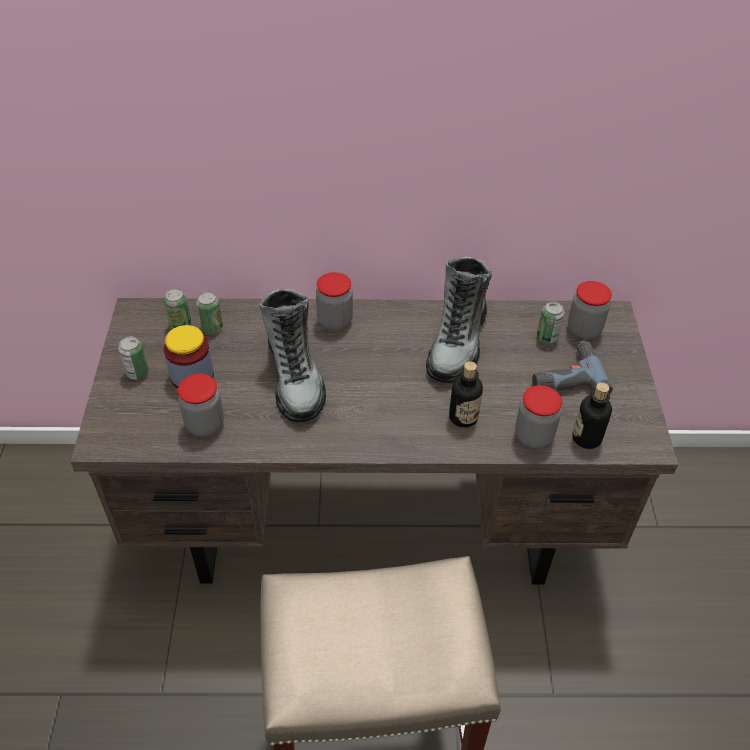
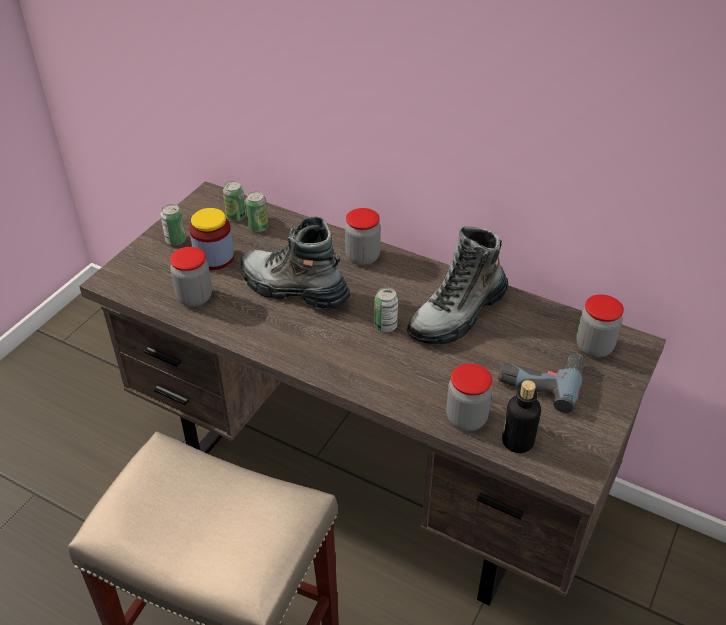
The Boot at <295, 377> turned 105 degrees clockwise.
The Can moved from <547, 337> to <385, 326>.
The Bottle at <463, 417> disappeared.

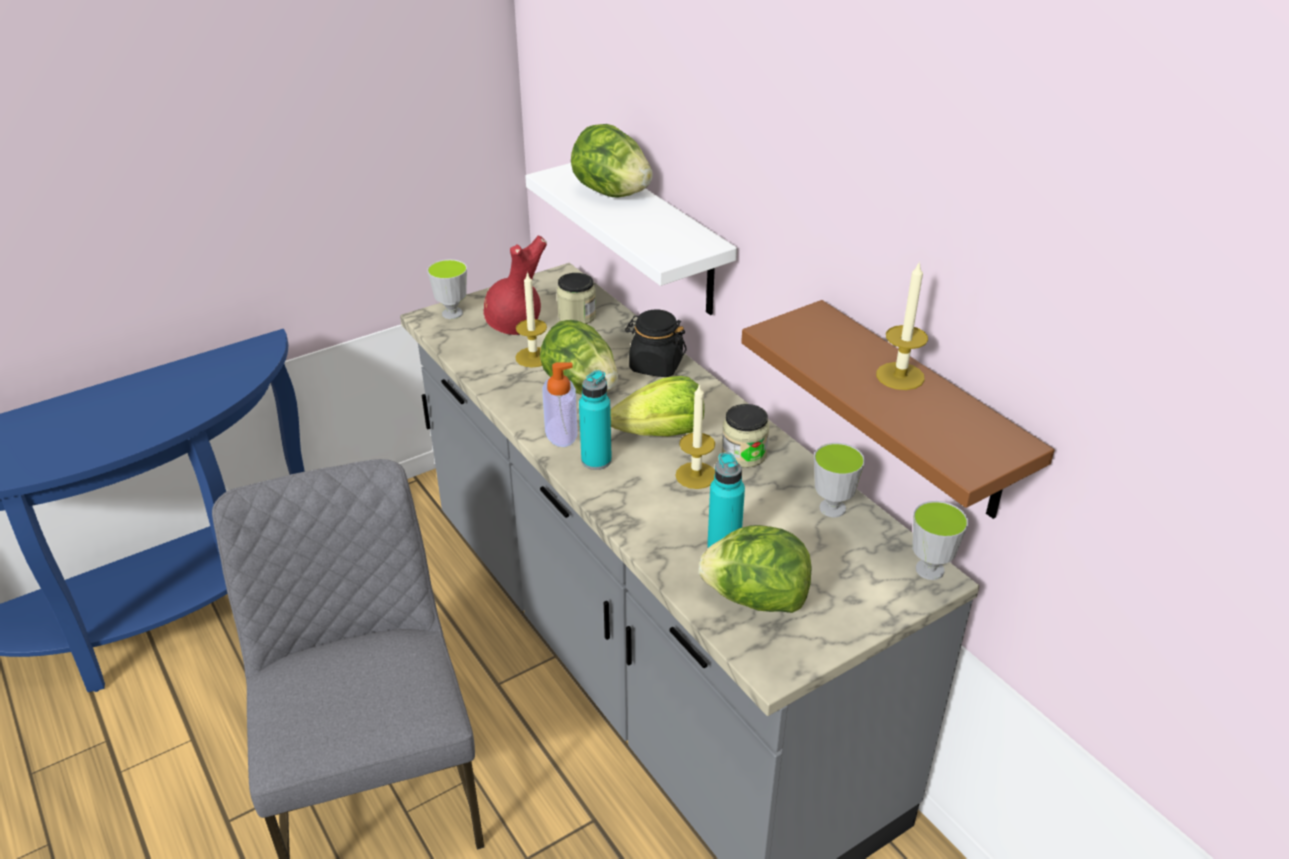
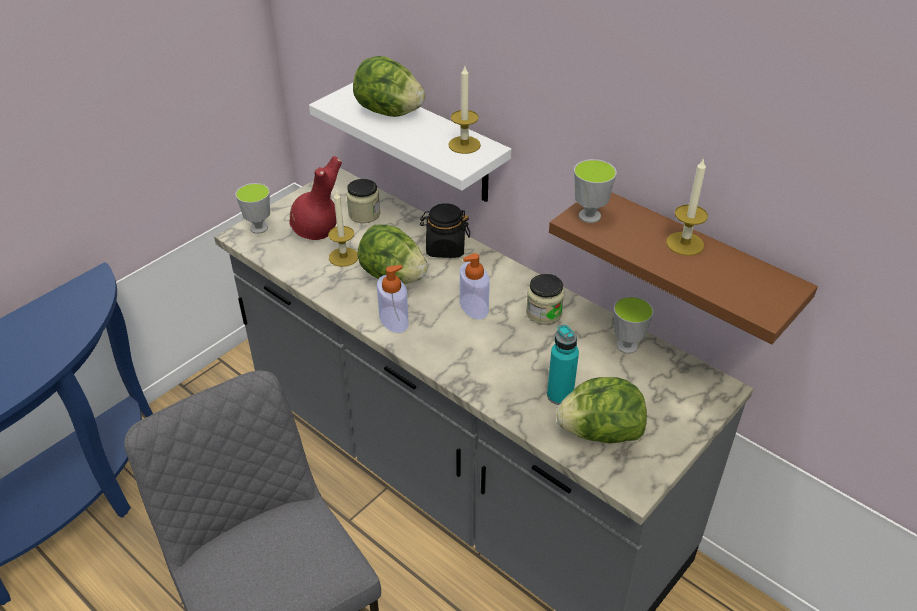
The Candle moved from <696, 475> to <464, 145>.
The Lettuce at <662, 433> was replaced by the SoapDispenser at <474, 306>.
The Cup moved from <929, 570> to <589, 216>.
The TurquoiseBottle at <596, 460> disappeared.

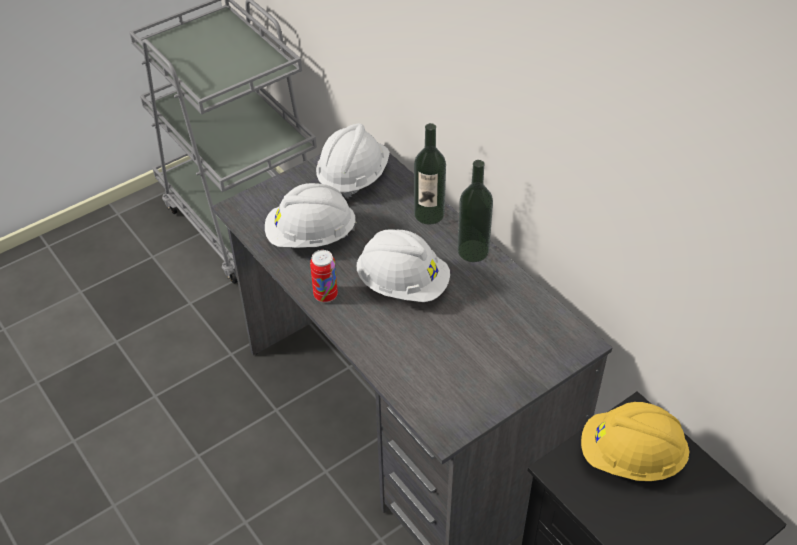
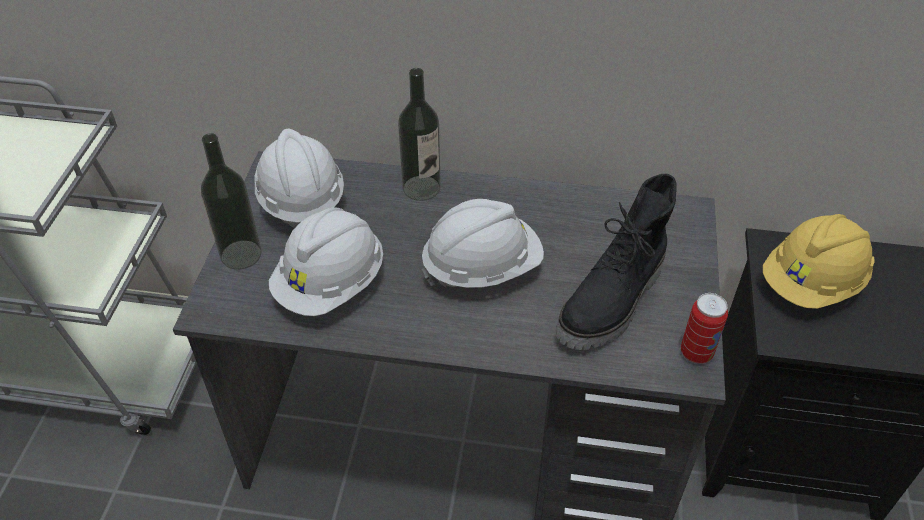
The Bottle moved from <473, 251> to <241, 254>.
The BlackBoot at <613, 303> appeared.
The Can moved from <325, 295> to <696, 353>.

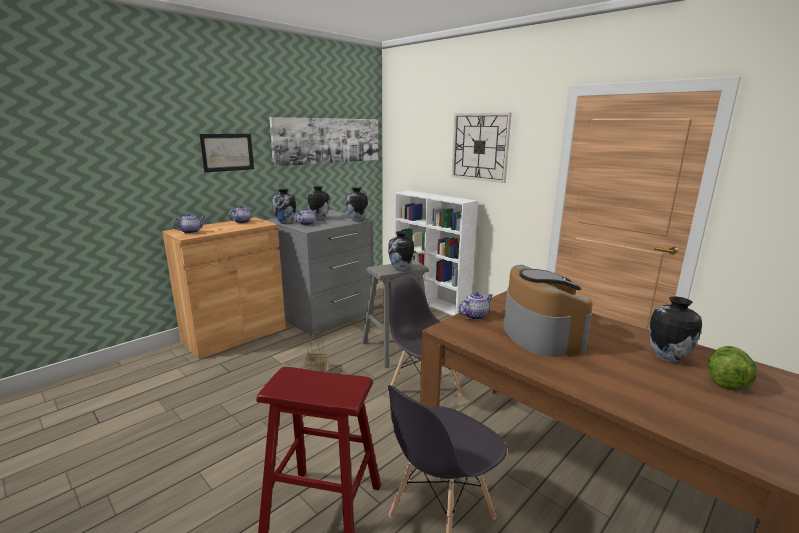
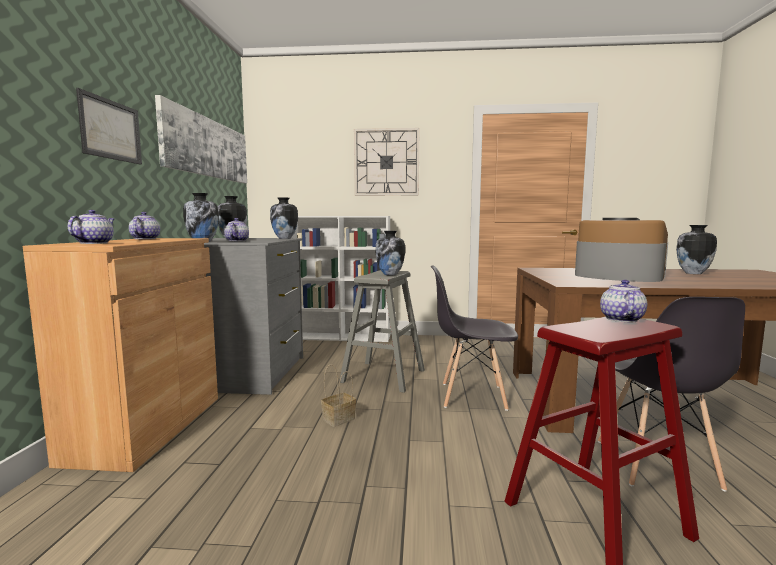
The Teapot moved from <475, 316> to <621, 319>.
The Lettuce at <725, 381> disappeared.

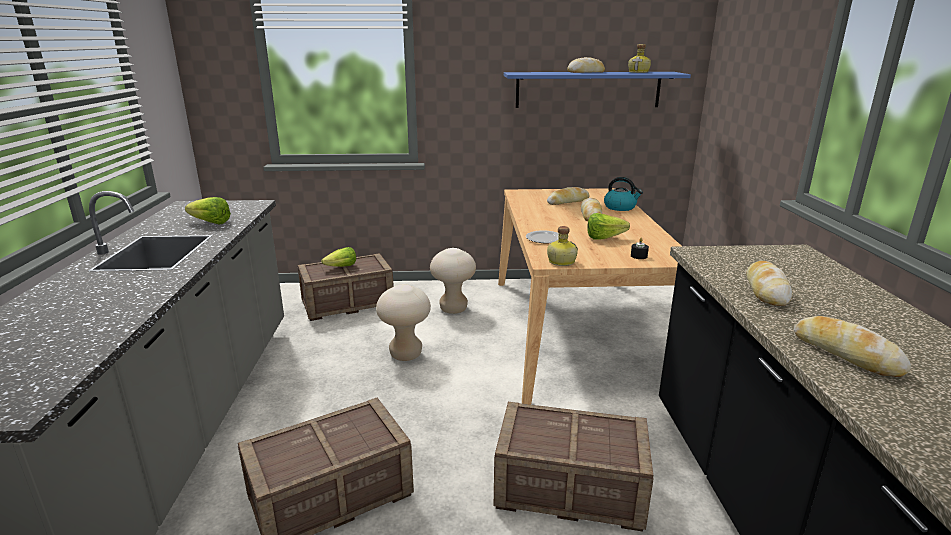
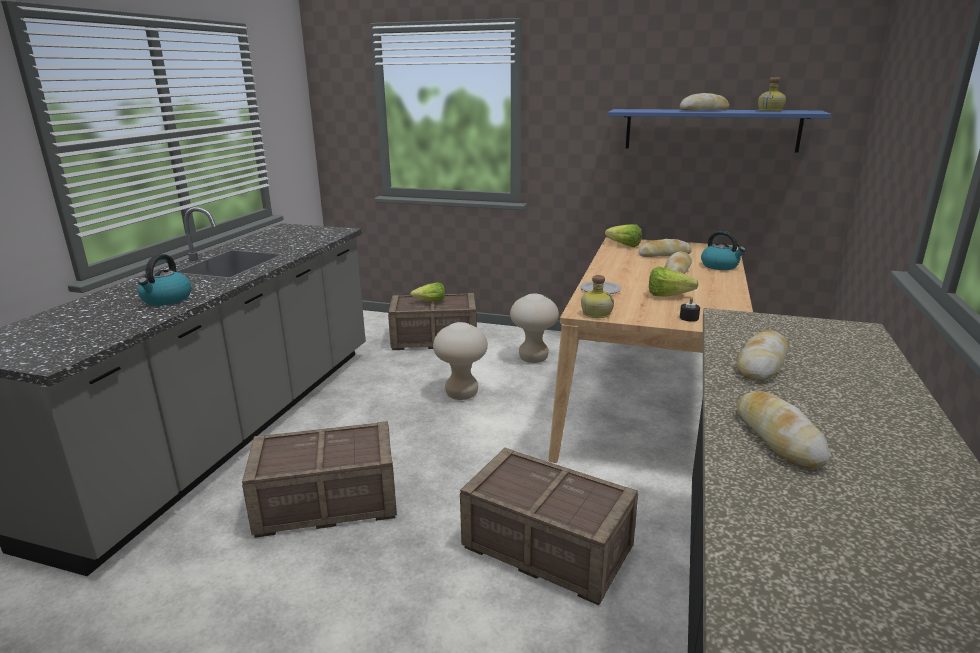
The Kettle at <166, 299> appeared.
The Lettuce moved from <208, 222> to <621, 245>.

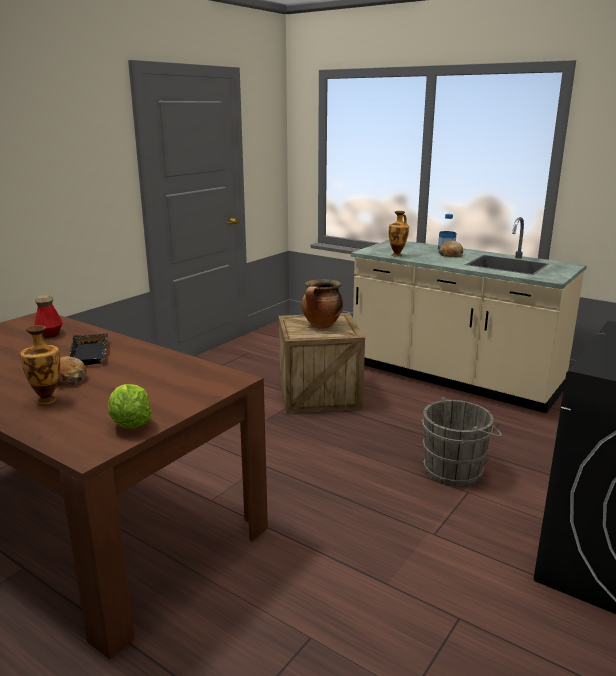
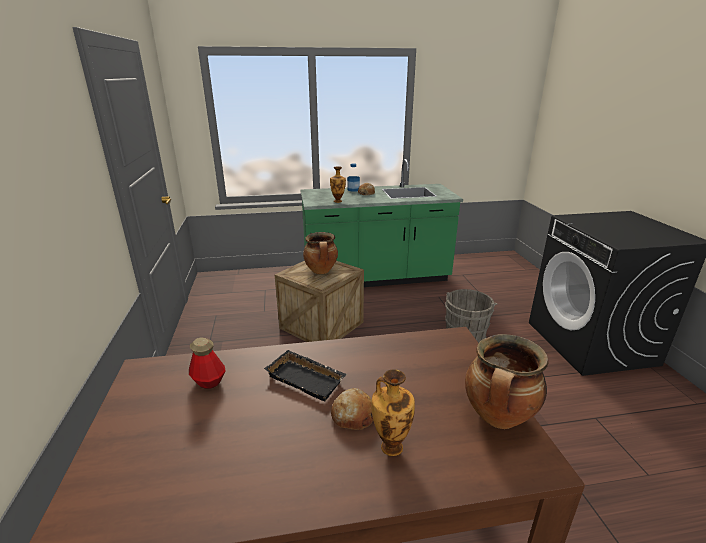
The BeigeCounter at <453, 378> became the GreenCounter at <376, 278>.
The Lettuce at <130, 423> was replaced by the CookingPot at <498, 418>.

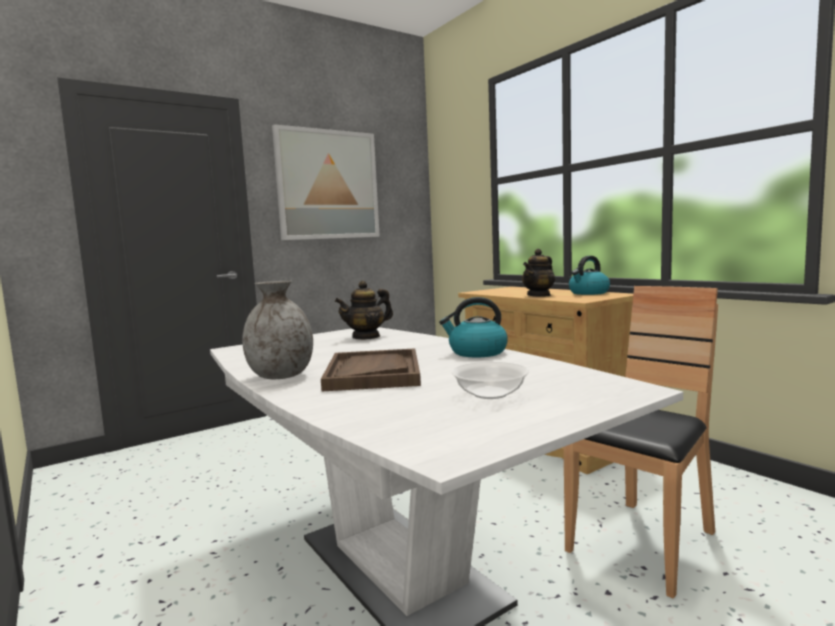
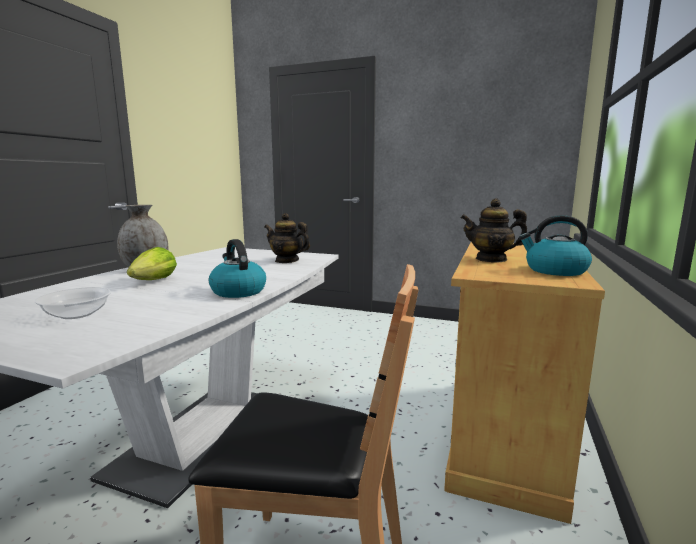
The BrownTray at <373, 373> was replaced by the Lettuce at <154, 281>.
The Picture at <328, 185> disappeared.

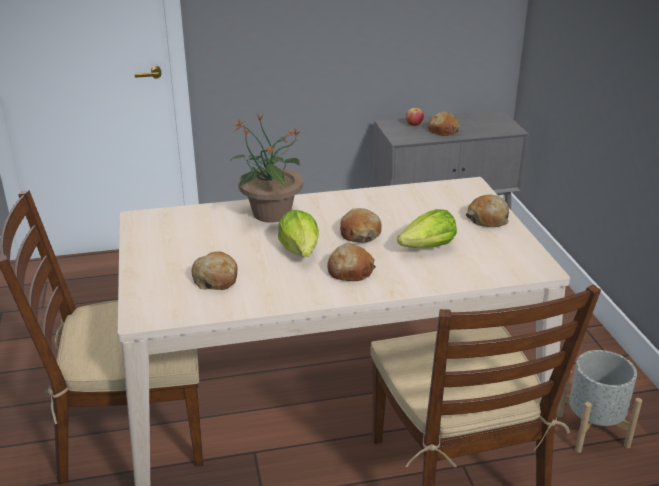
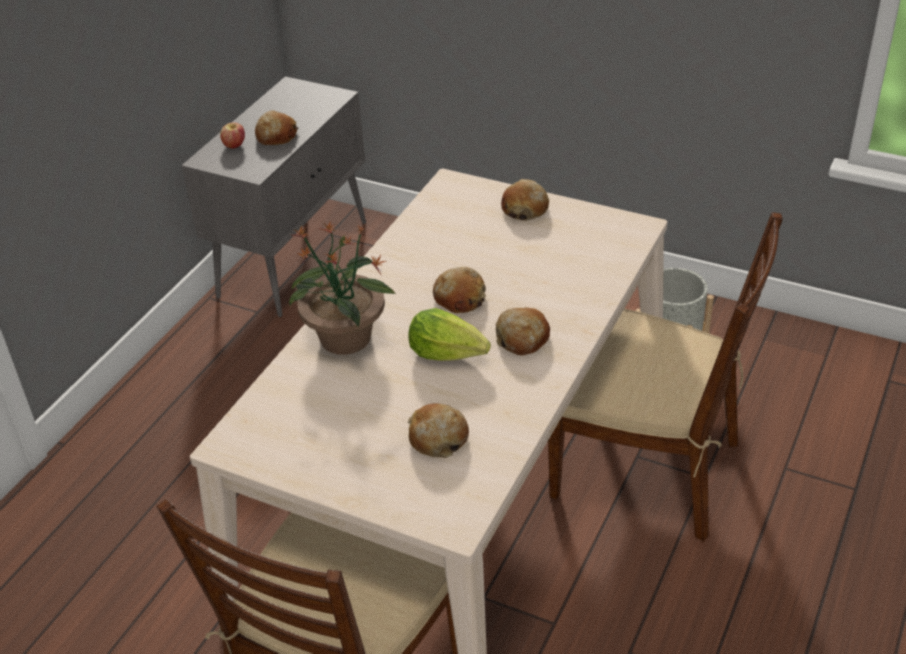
The Lettuce at <428, 247> disappeared.

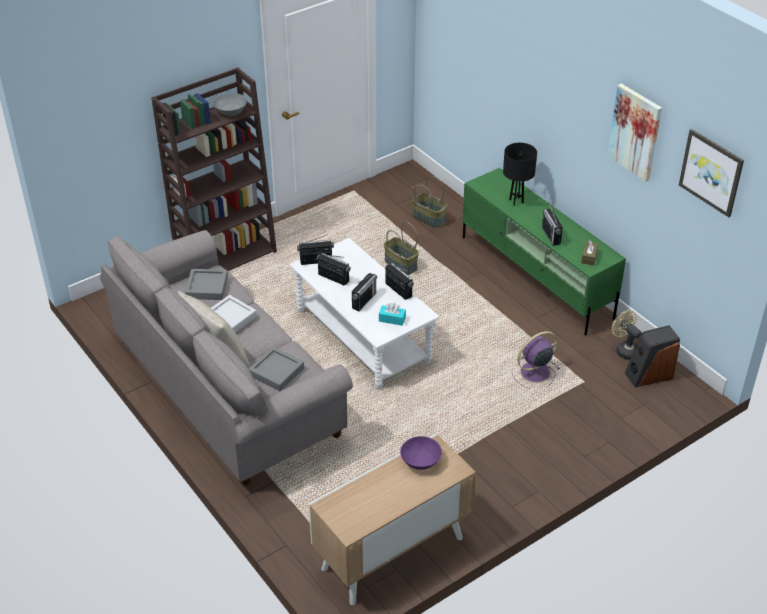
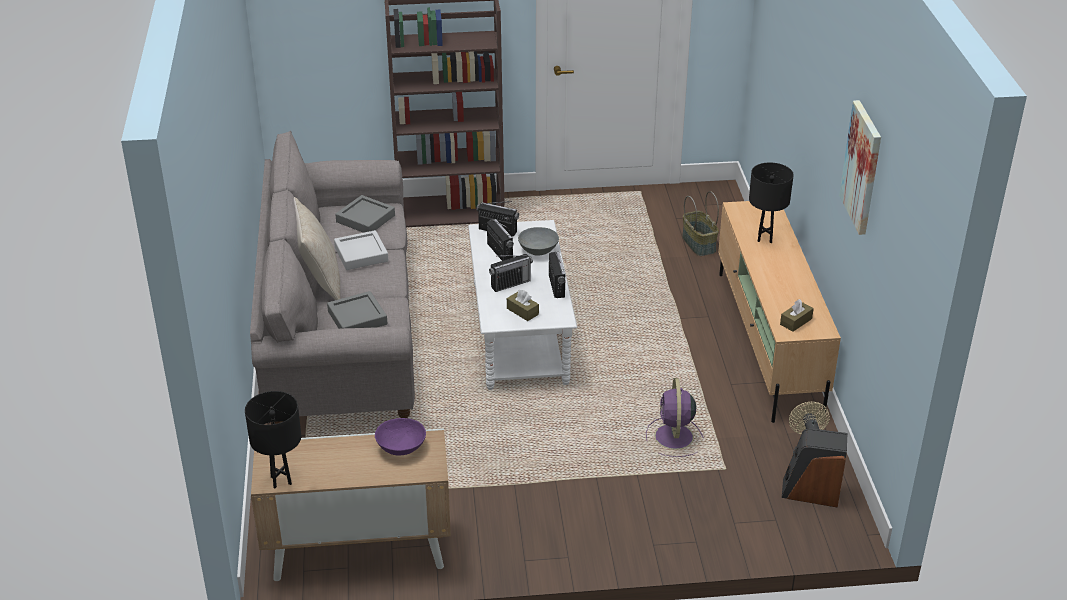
The BlackTableLamp at <281, 480> appeared.
The TurquoiseTissueBox at <392, 319> became the BrownTissueBox at <522, 311>.
The GreyBowl moved from <231, 112> to <539, 250>.
The PurpleFan at <533, 373> turned 90 degrees counterclockwise.
The GreenTvStand at <536, 277> became the BeigeTvStand at <768, 343>.
The Basket at <400, 264> disappeared.
The Radio at <551, 235> disappeared.
The Picture at <711, 172> disappeared.

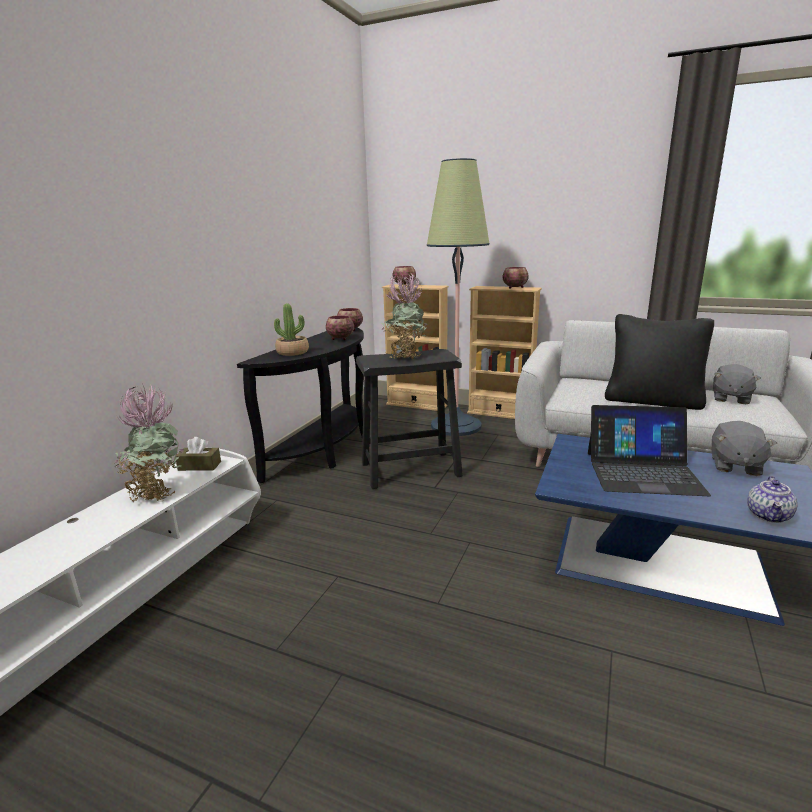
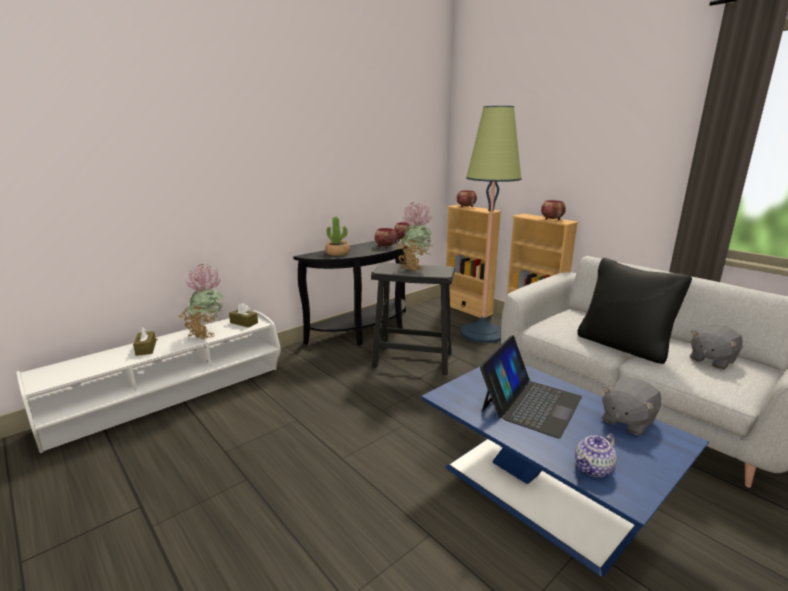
The BrownTissueBox at <146, 348> appeared.
The Laptop at <643, 472> turned 90 degrees counterclockwise.

